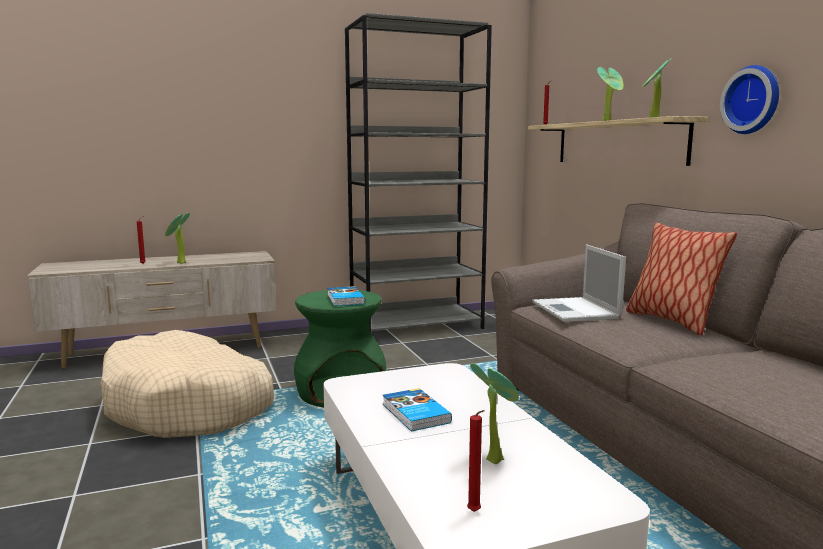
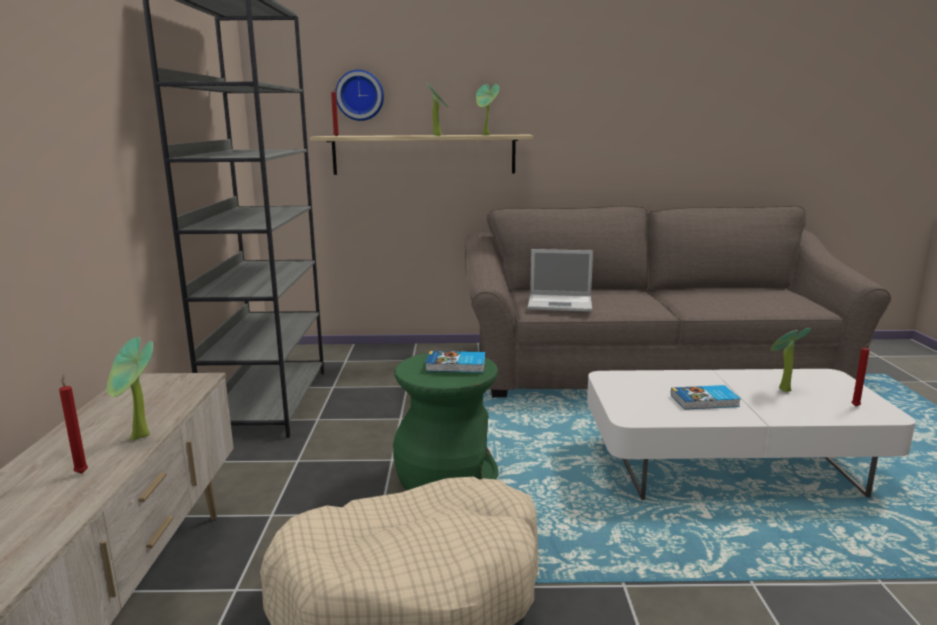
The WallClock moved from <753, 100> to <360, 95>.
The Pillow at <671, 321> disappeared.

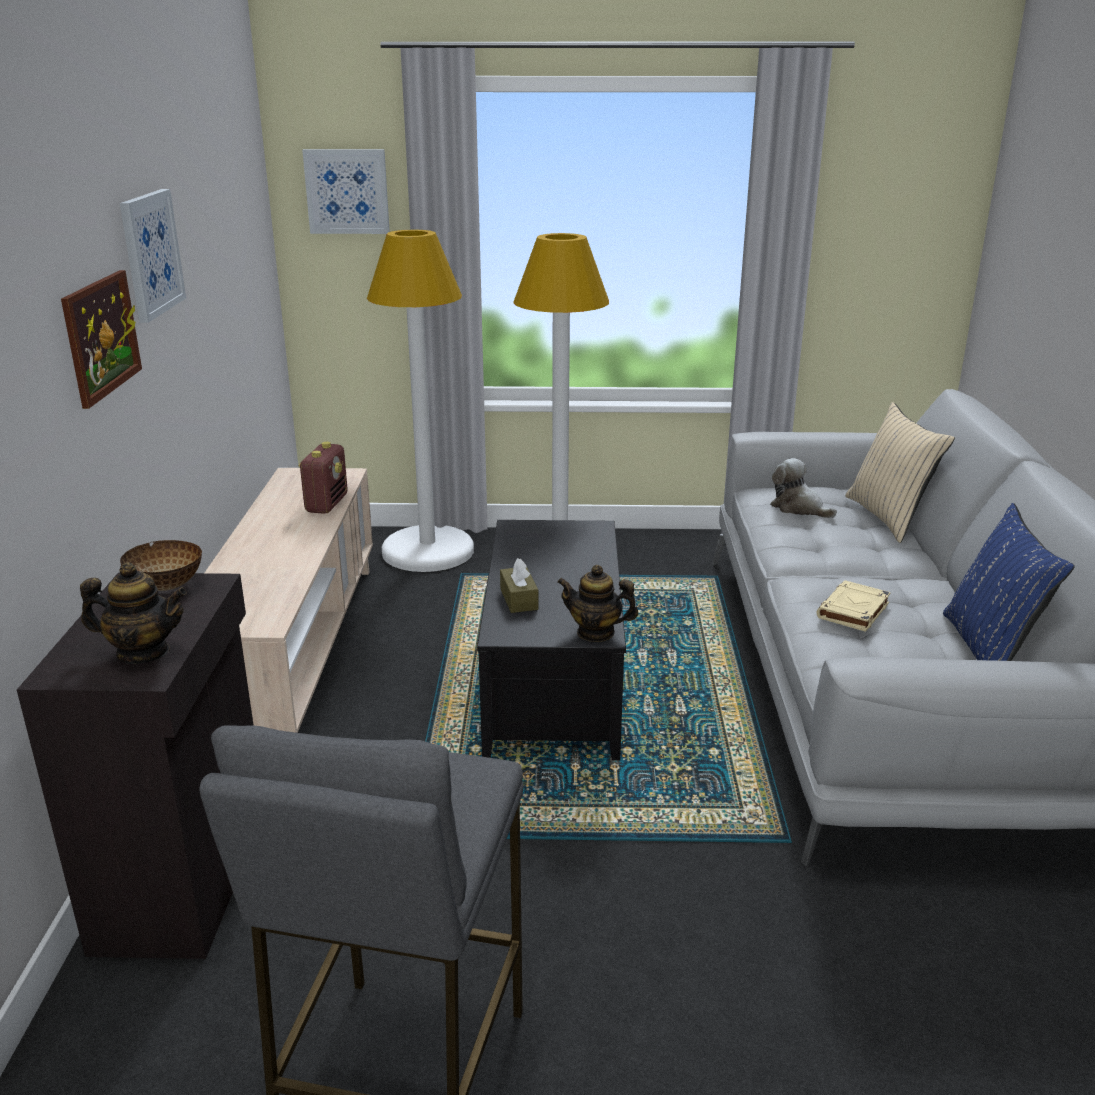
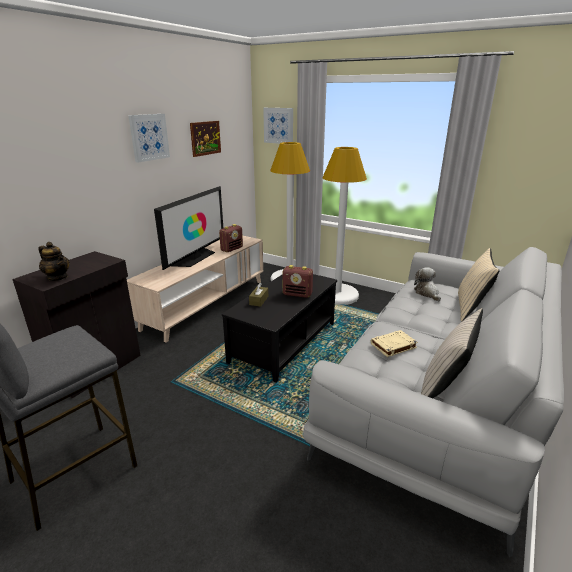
The Television at <195, 258> appeared.
The Picture moved from <101, 336> to <205, 138>.
The Radio at <297, 294> appeared.
The BluePillow at <989, 651> became the BeigePillow at <444, 388>.
The Bowl at <167, 586> disappeared.
The Teapot at <596, 632> disappeared.

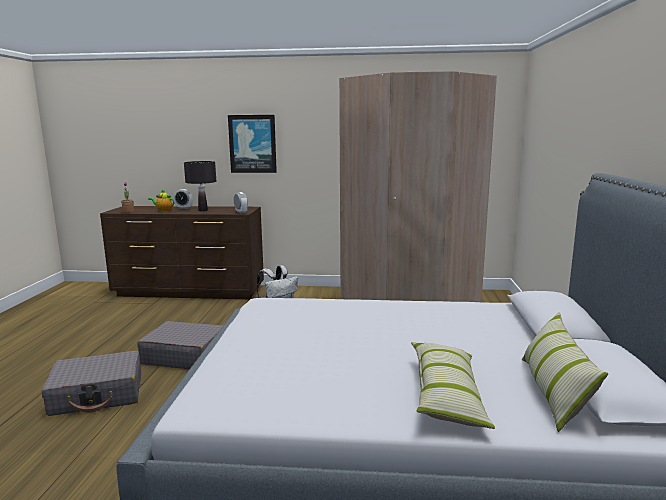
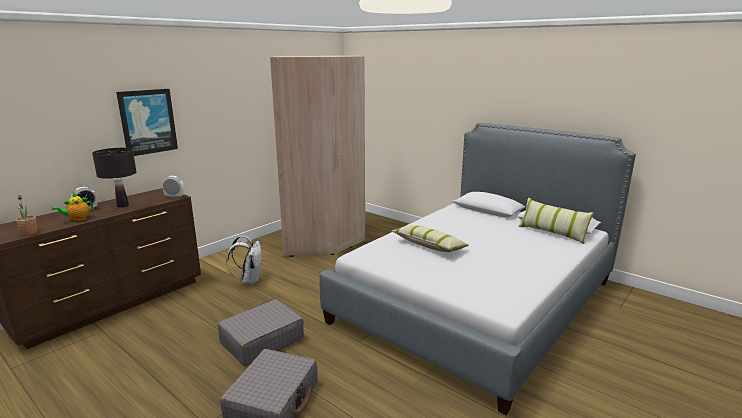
The Pillow moved from <446, 395> to <429, 246>.

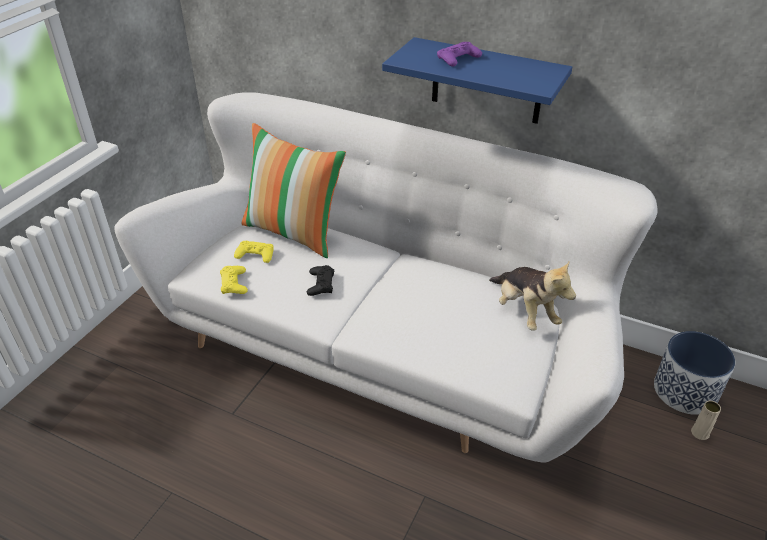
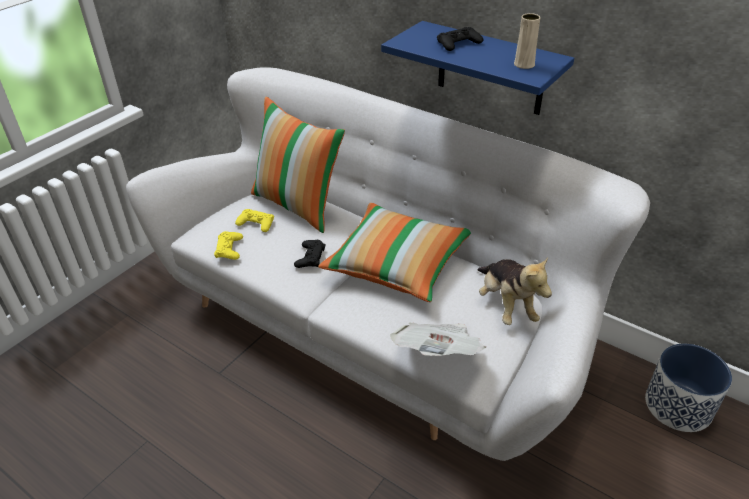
The Pillow at <398, 264> appeared.
The Newspaper at <438, 354> appeared.
The PurpleGameController at <458, 59> became the BlackGameController at <458, 44>.
The BeigeVase moved from <700, 433> to <524, 64>.

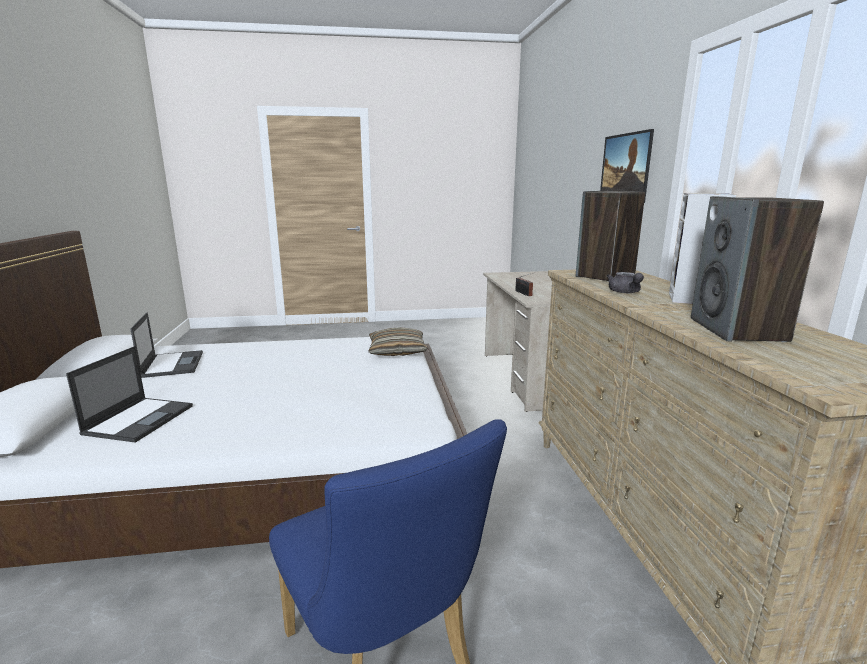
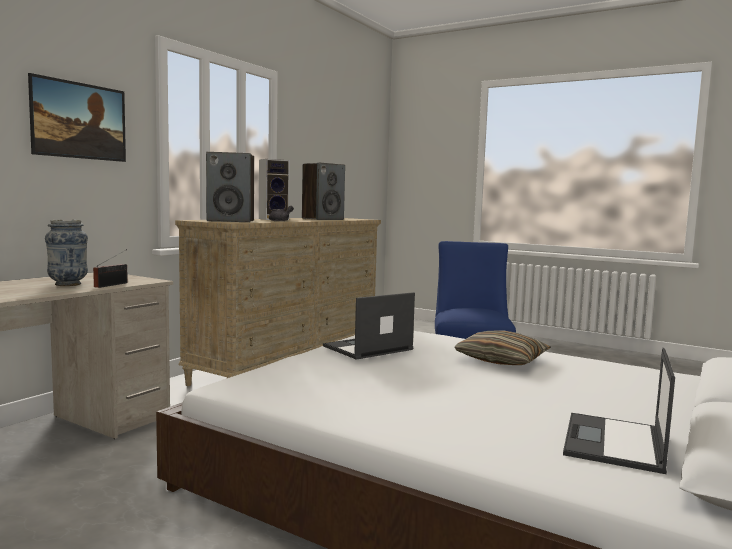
The Vase at <68, 284> appeared.
The Laptop moved from <140, 419> to <367, 348>.
The Pillow moved from <397, 351> to <501, 360>.

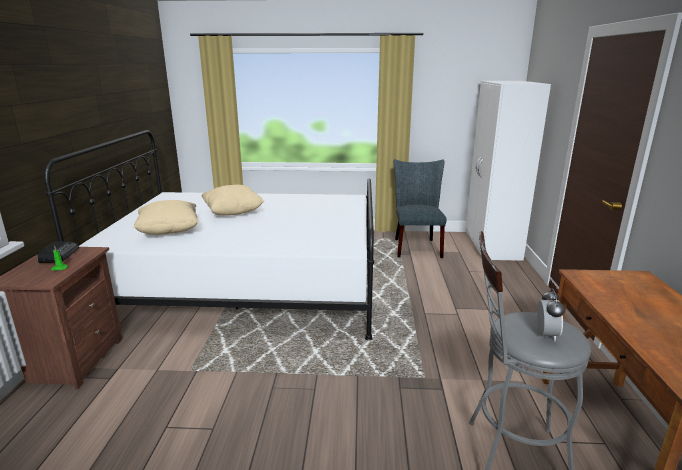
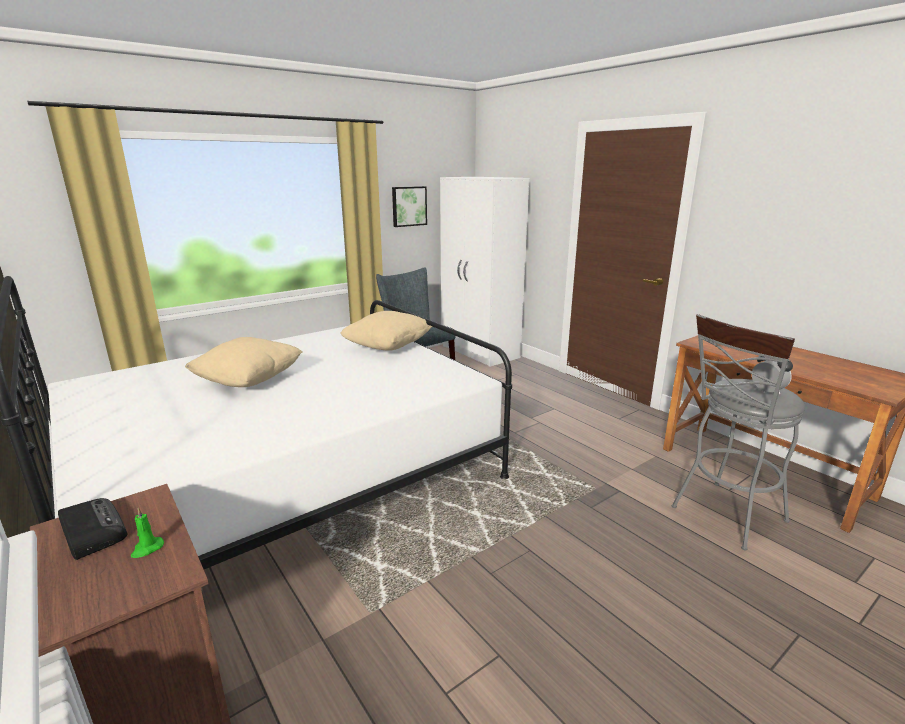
The BeigePillow moved from <169, 232> to <388, 347>.
The Picture at <408, 206> appeared.

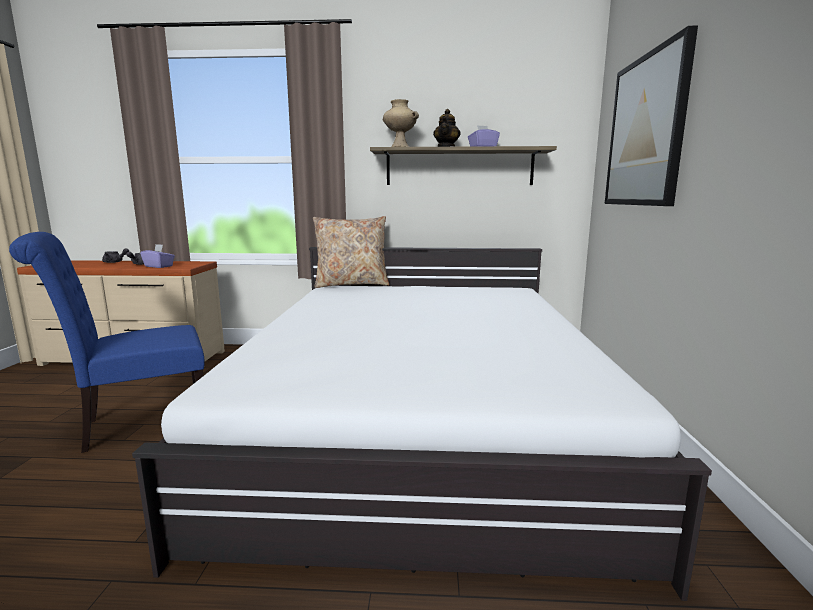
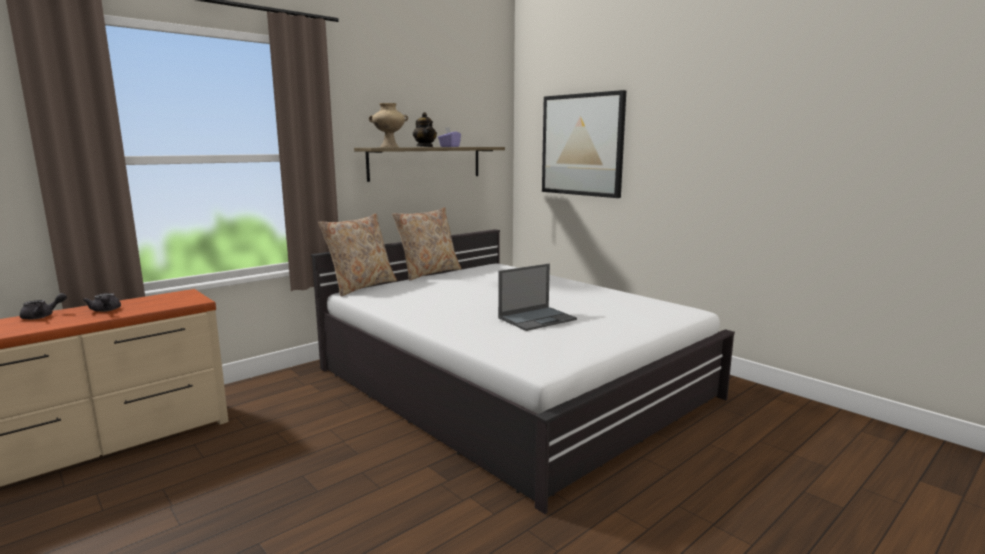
The BeigePillow at <428, 273> appeared.
The Laptop at <537, 318> appeared.
The BlueChair at <138, 424> disappeared.
The PurpleTissueBox at <159, 266> disappeared.

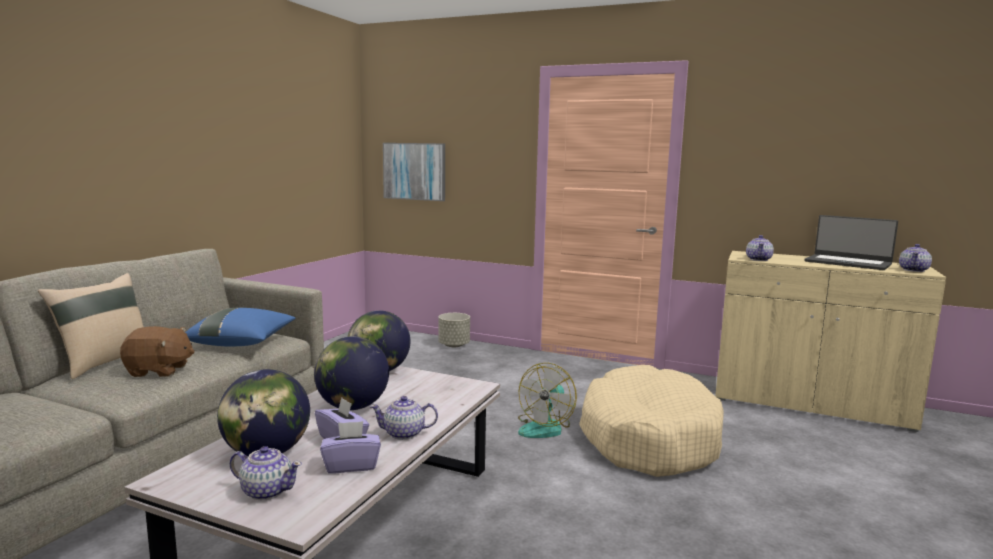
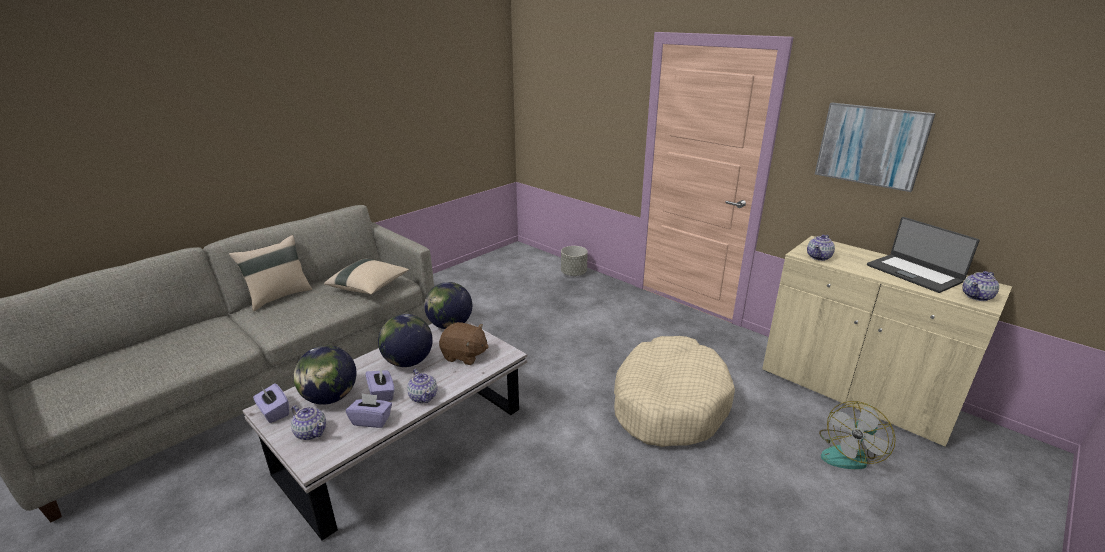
The PurpleTissueBox at <274, 412> appeared.
The BluePillow at <242, 343> became the BeigePillow at <369, 287>.
The Teapot at <404, 434> turned 135 degrees counterclockwise.
The BrownPlushToy moved from <159, 371> to <464, 356>.
The Picture moved from <414, 171> to <871, 145>.
The Fan moved from <545, 427> to <849, 453>.

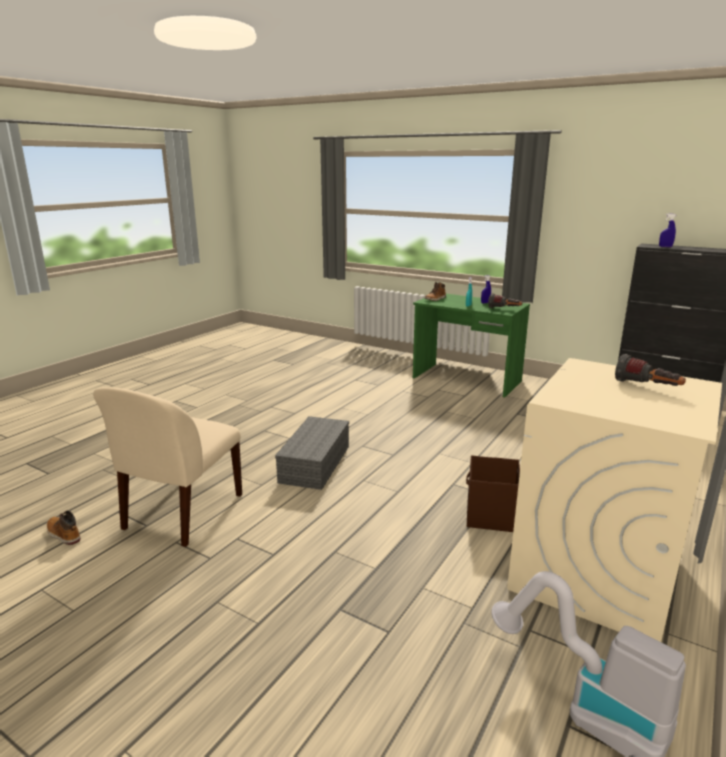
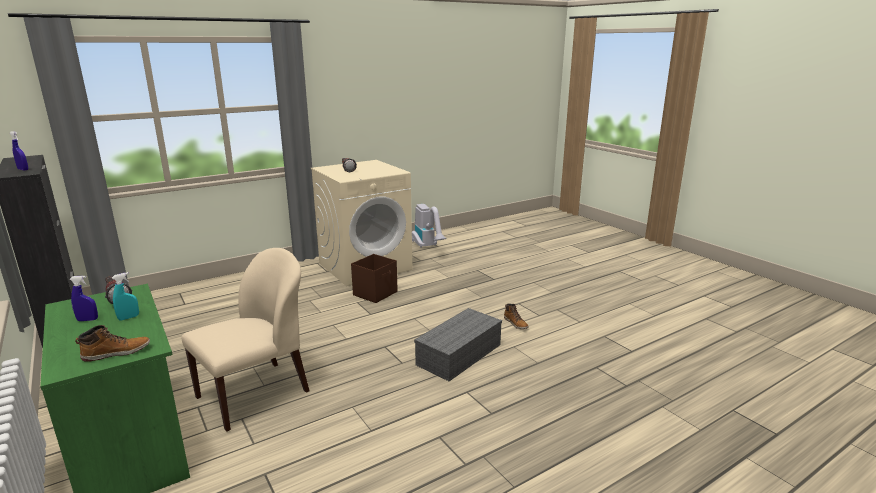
The BeigeChair moved from <182, 513> to <256, 393>.
The Boot moved from <63, 534> to <516, 323>.

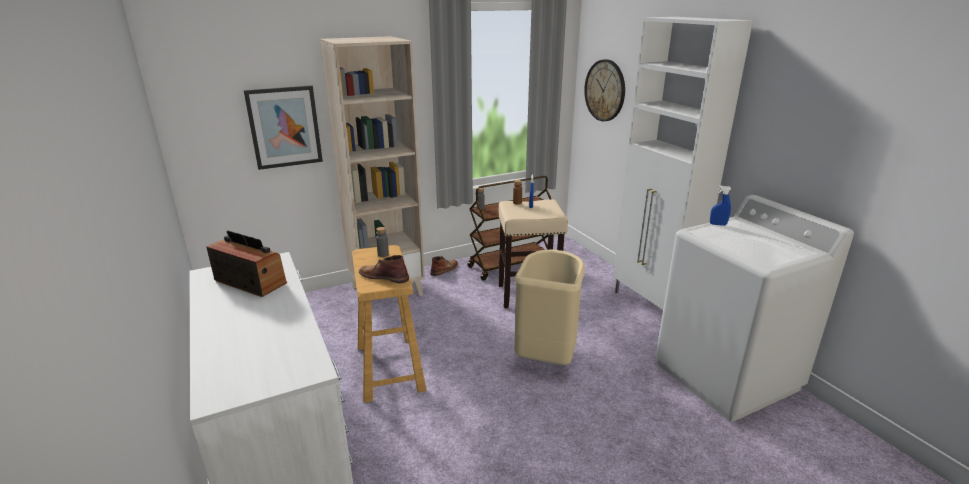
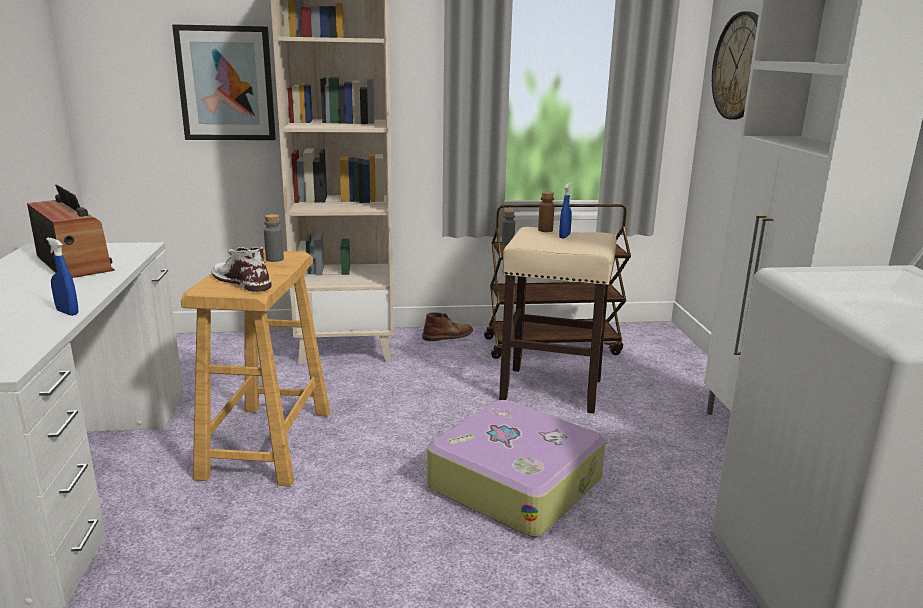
The BlueSprayBottle moved from <718, 224> to <67, 312>.
The BrownBoot at <383, 276> became the WhiteBoot at <241, 281>.
The BeigeTrashCan at <545, 357> was replaced by the Suitcase at <515, 482>.

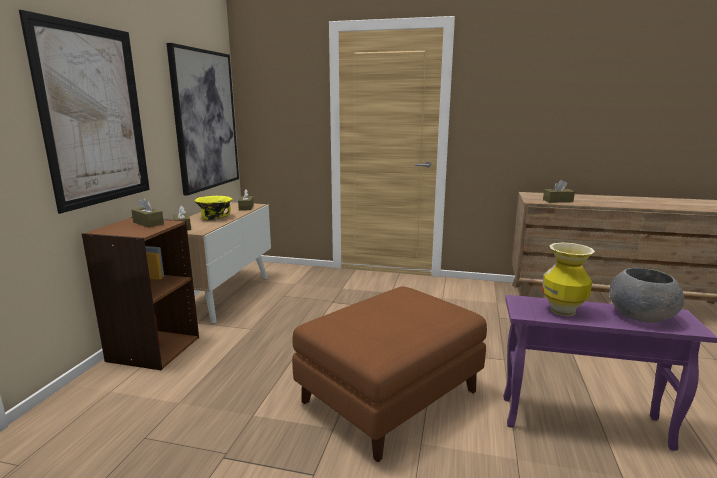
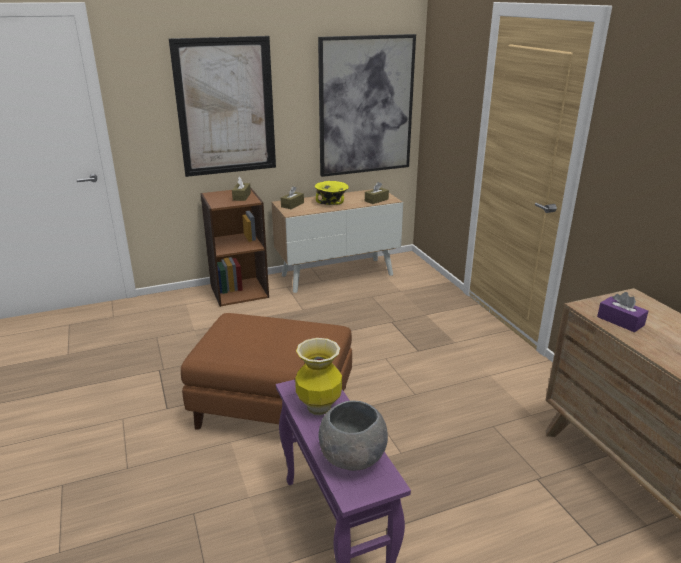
The BrownTissueBox at <557, 201> became the PurpleTissueBox at <620, 321>.

